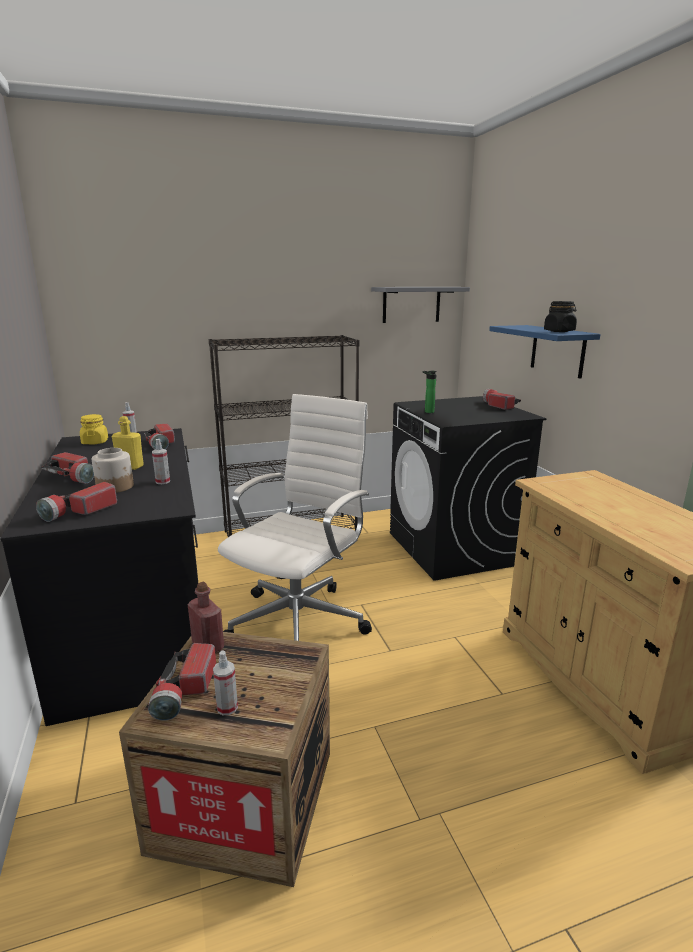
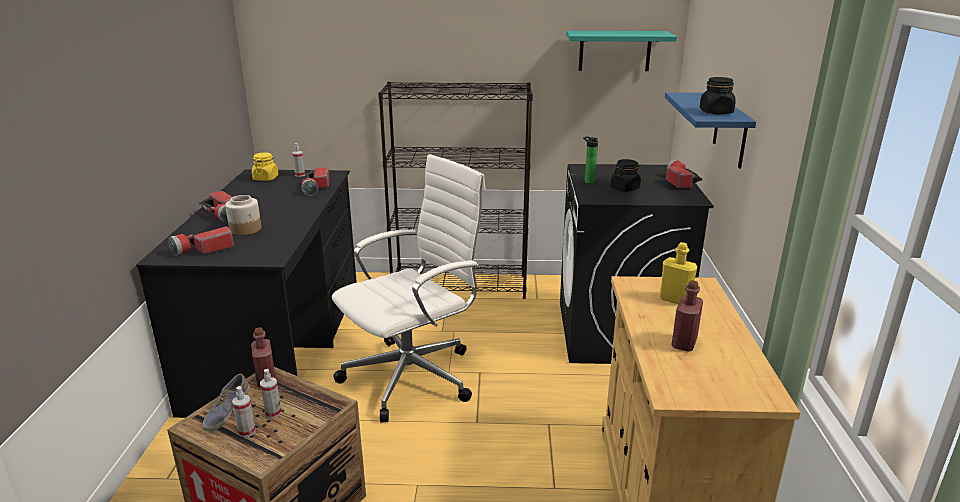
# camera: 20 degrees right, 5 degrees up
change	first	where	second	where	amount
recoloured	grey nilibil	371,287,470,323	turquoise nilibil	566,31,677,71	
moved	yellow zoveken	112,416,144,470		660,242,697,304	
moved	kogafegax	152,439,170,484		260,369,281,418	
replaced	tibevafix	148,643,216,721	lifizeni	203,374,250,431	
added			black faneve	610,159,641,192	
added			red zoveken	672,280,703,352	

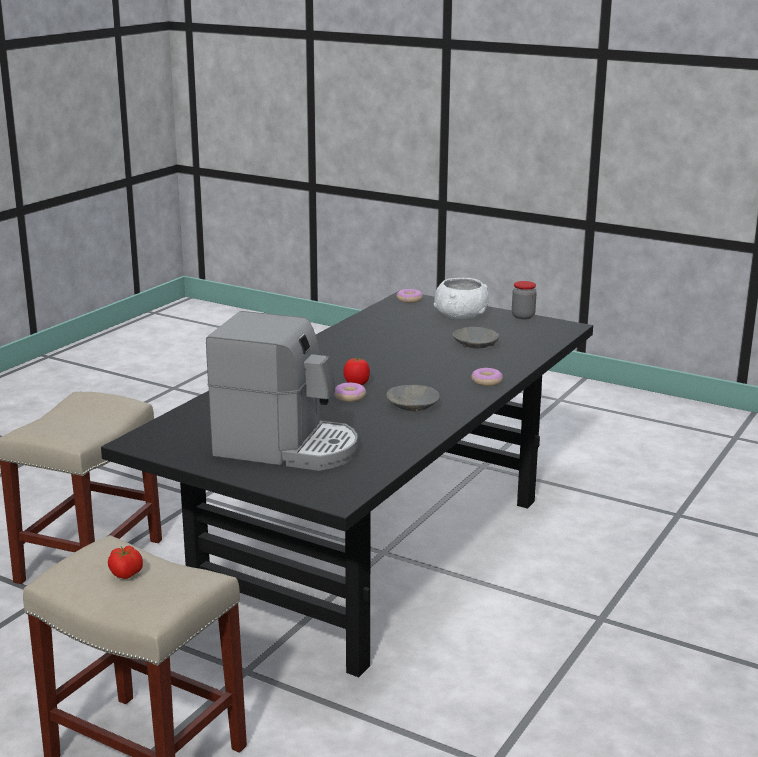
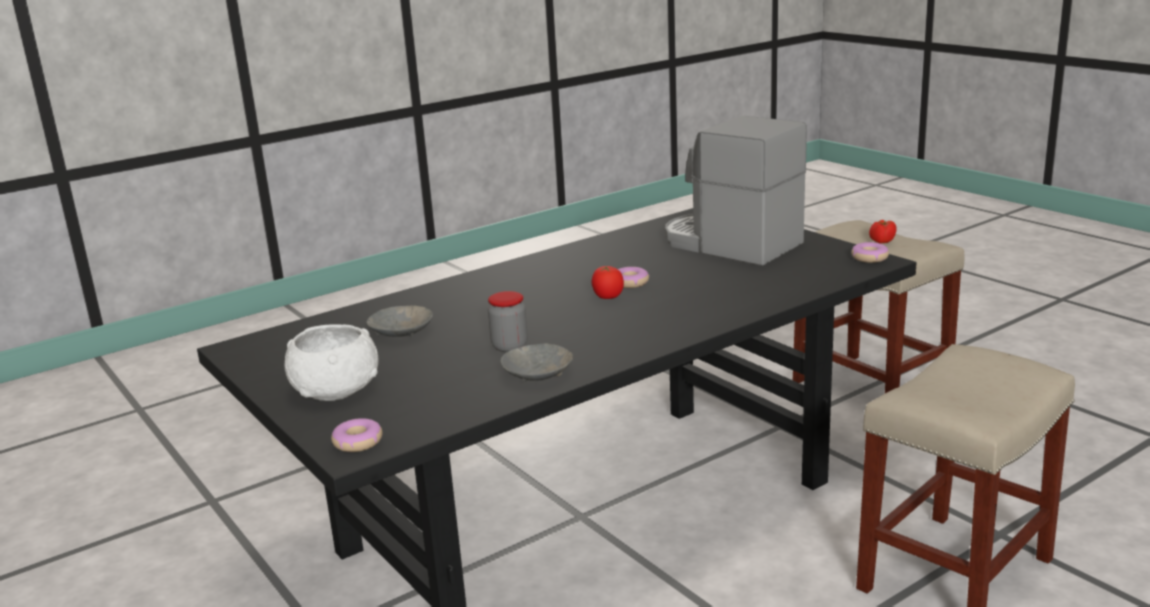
# camera: 155 degrees left, 0 degrees up
change	first	where	second	where	amount
moved	faneve	512,281,537,319		488,291,528,352	
moved	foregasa	471,368,503,386		851,242,889,263	
moved	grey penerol	386,385,439,412		501,344,573,383	

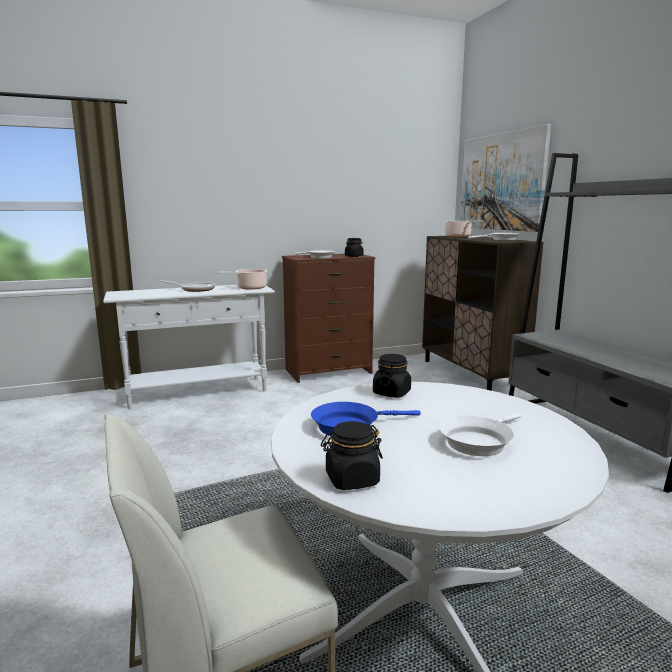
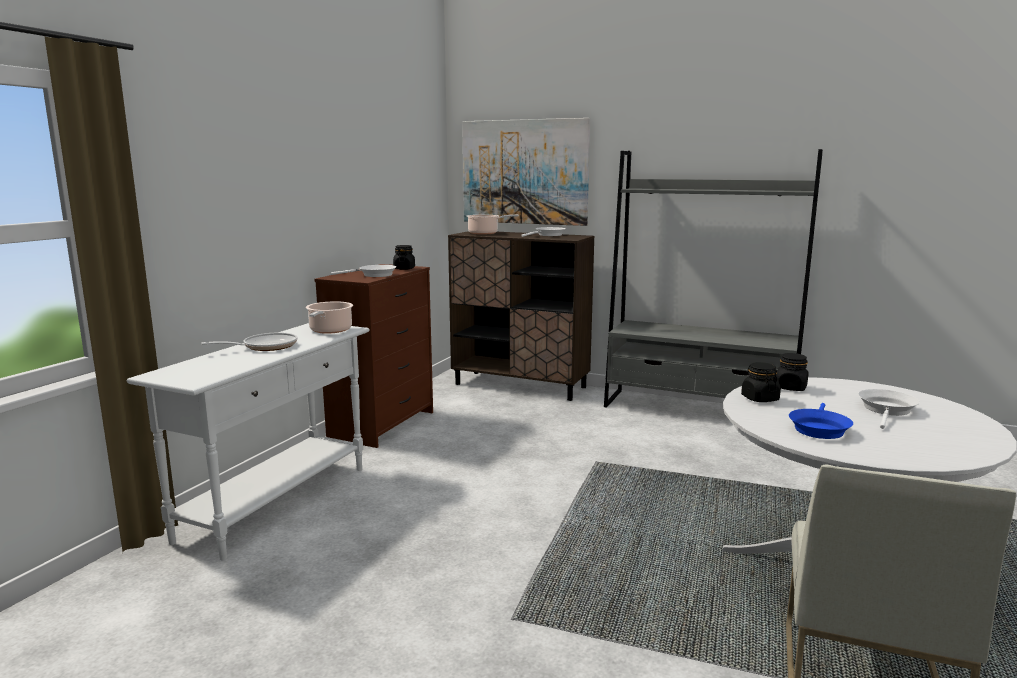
# camera: 45 degrees left, 0 degrees up
change	first	where	second	where	amount
turned	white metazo	440,413,522,456		858,389,920,429	150 degrees counterclockwise
moved	black faneve	321,421,383,490		776,353,808,391	

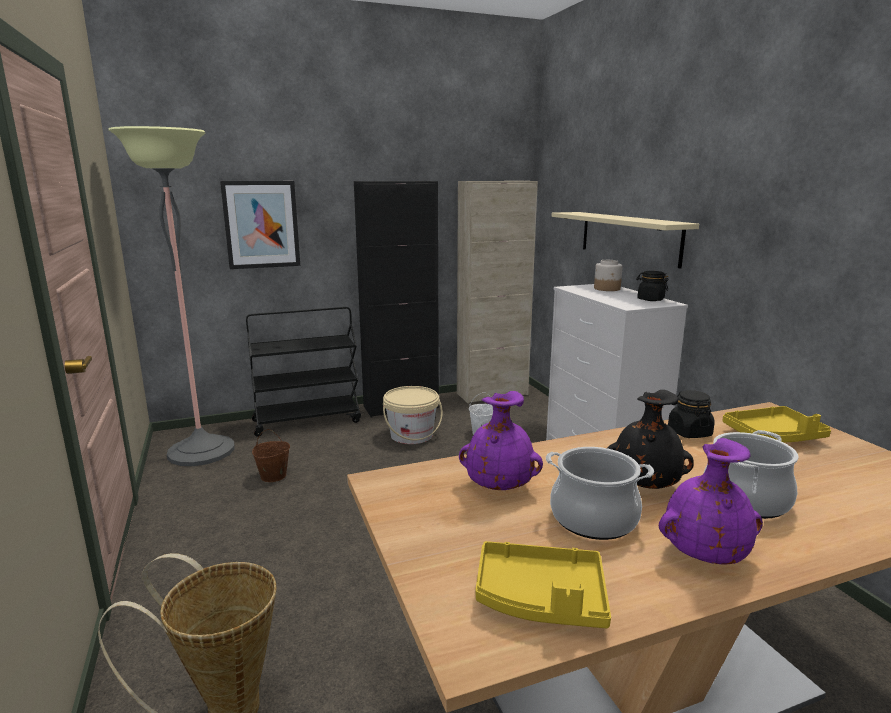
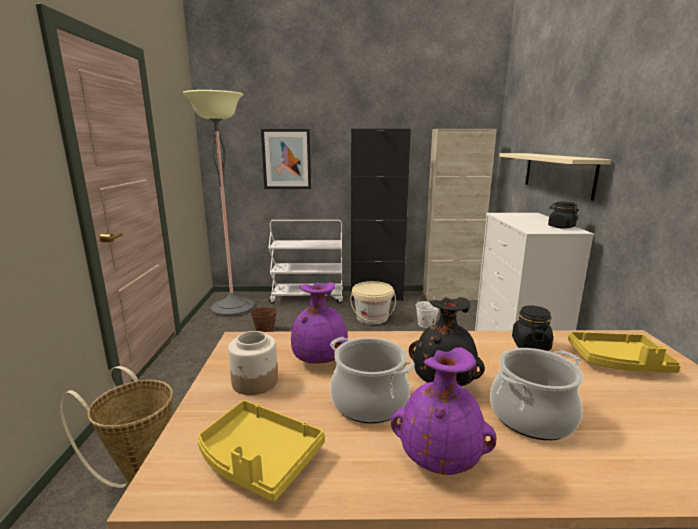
# camera: 20 degrees right, 0 degrees up
change	first	where	second	where	amount
moved	faneve	594,260,623,291		228,331,278,395	
recoloured	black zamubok	246,307,361,437	white zamubok	268,220,343,304	

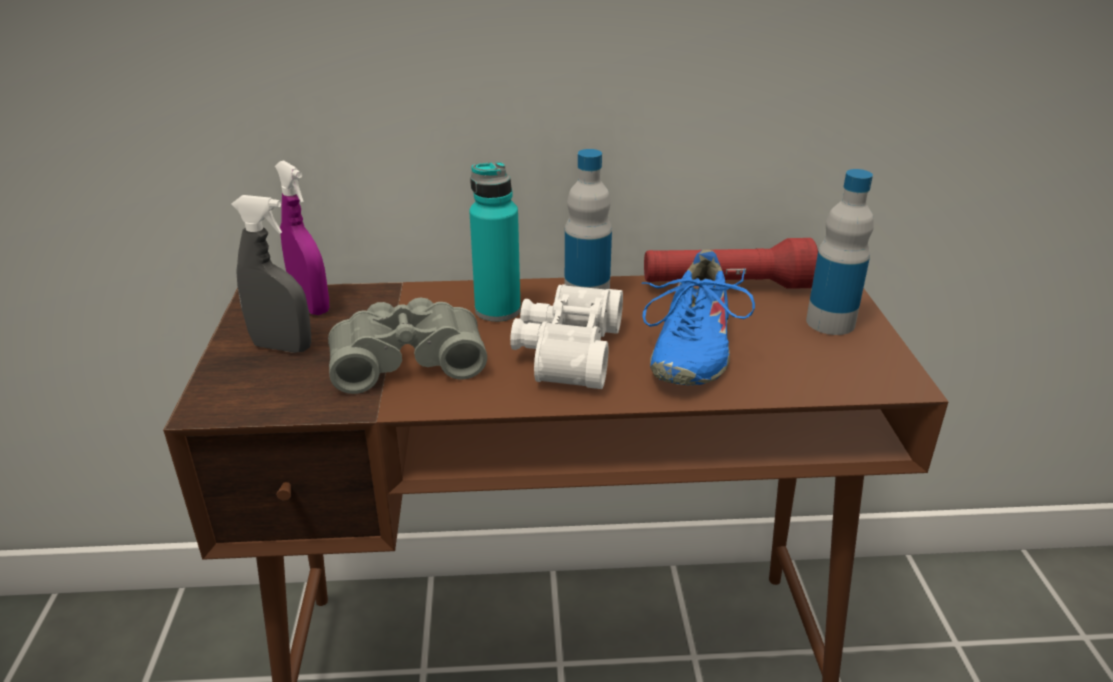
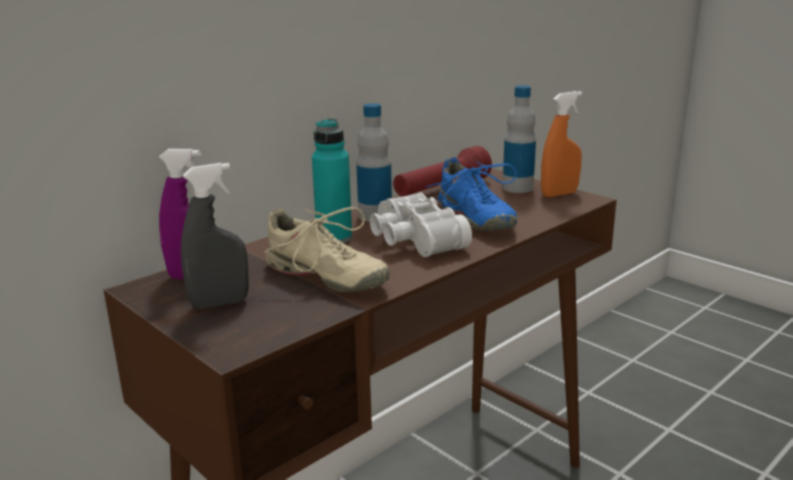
# camera: 40 degrees left, 10 degrees down
change	first	where	second	where	amount
replaced	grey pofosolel	328,298,487,394	beige lifizeni	264,207,390,293	
added			orange kogafegax	541,91,582,197	

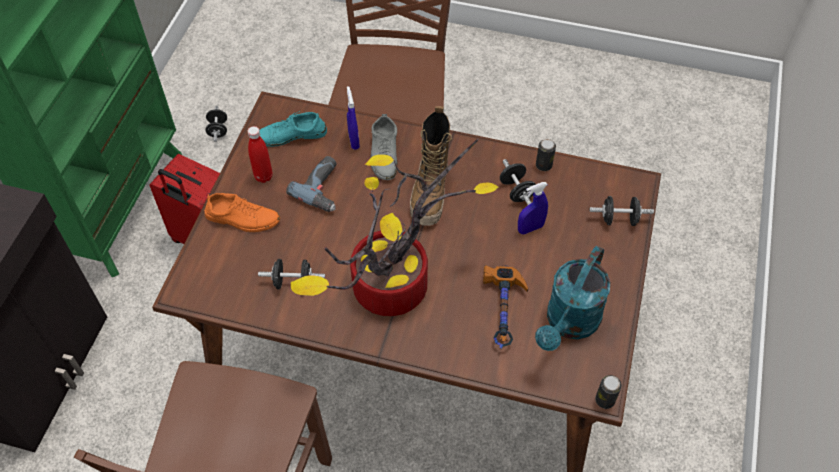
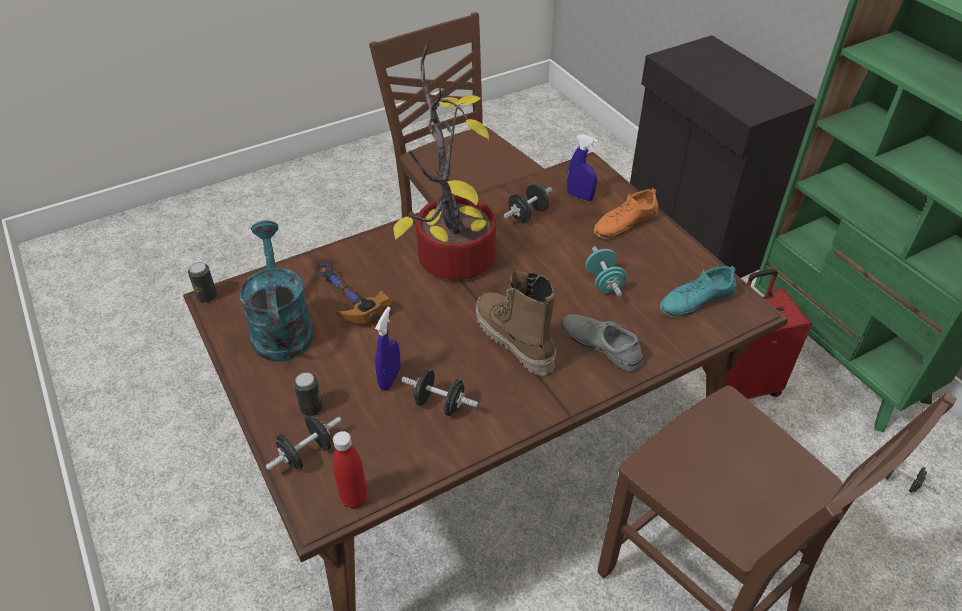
# camera: 135 degrees right, 10 degrees down
change	first	where	second	where	amount
moved	blue kogafegax	347,86,360,150		567,134,598,201	
turned	turquoise lifizeni	259,111,327,147		660,265,736,317	150 degrees counterclockwise
moved	red zoveken	248,126,273,183		333,431,367,509	
moved	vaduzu	536,139,556,171		293,372,323,416	
replaced	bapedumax	286,156,337,212	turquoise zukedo	585,246,627,297	

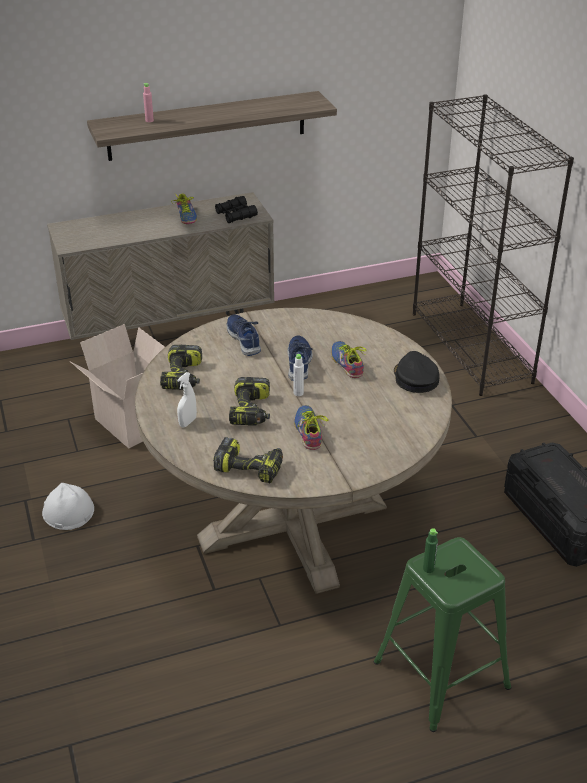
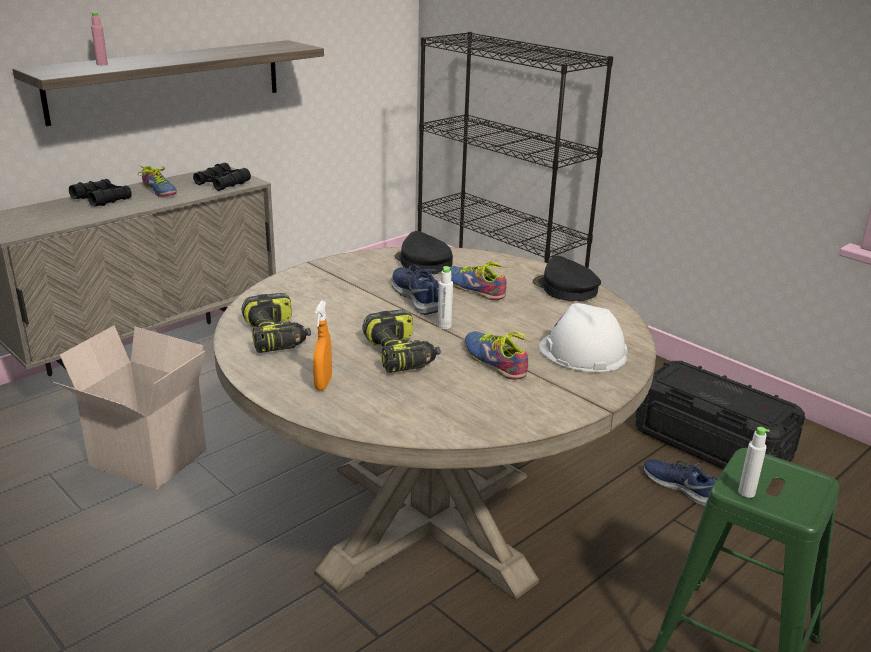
# camera: 25 degrees left, 10 degrees down
change	first	where	second	where	amount
moved	blue lifizeni	227,314,261,356		644,459,717,506	
recoloured	white kogafegax	177,372,197,428	orange kogafegax	313,301,332,391	
removed	bapedumax	213,437,283,483			
moved	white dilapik	42,483,94,530		539,303,628,372	
recoloured	green zoveken	423,528,438,573	white zoveken	738,427,769,498	
added			black pofosolel	69,179,132,206	
added			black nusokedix	395,231,453,273	

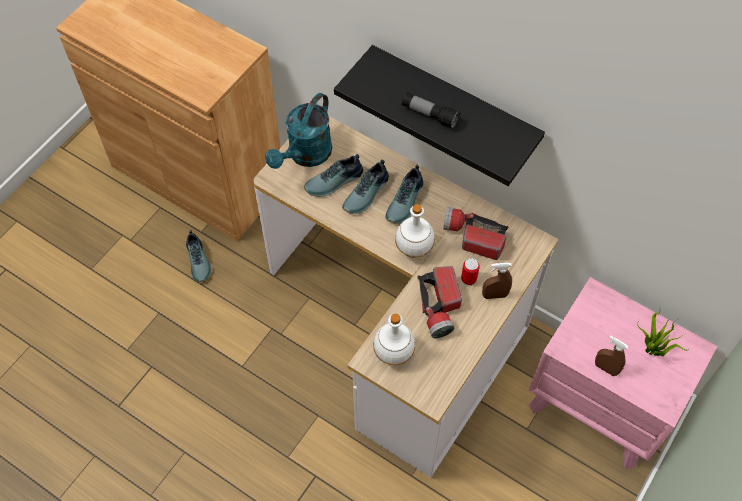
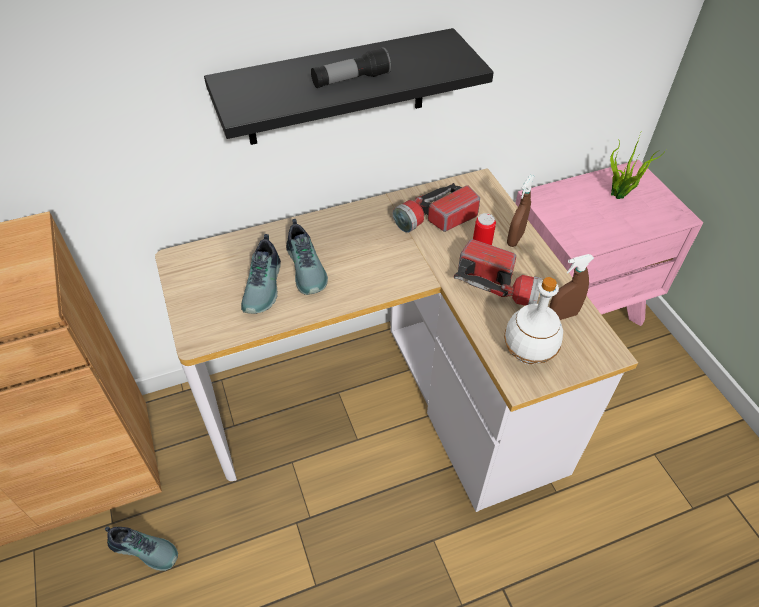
# camera: 55 degrees left, 10 degrees down
change	first	where	second	where	amount
removed	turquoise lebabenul	265,93,332,169			
removed	lifizeni	385,165,423,223			
removed	white zoveken	395,204,434,258			
moved	brown kogafegax	595,336,629,376		549,254,594,320	

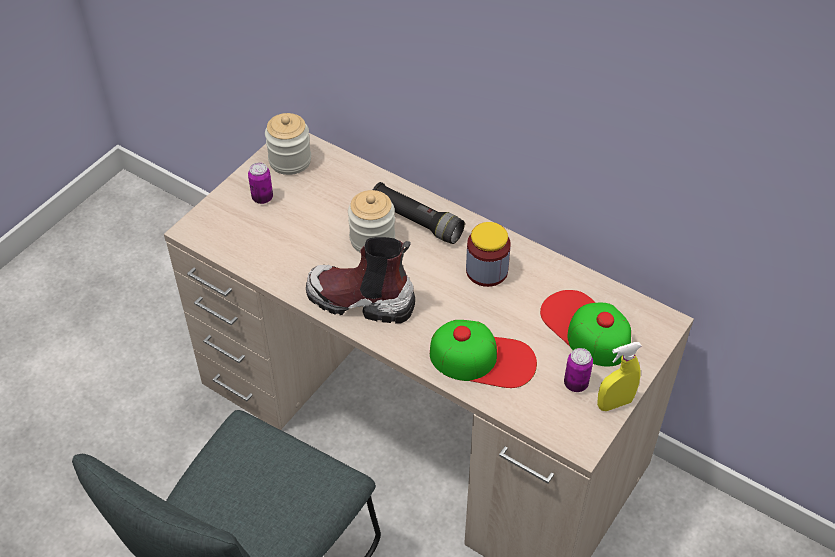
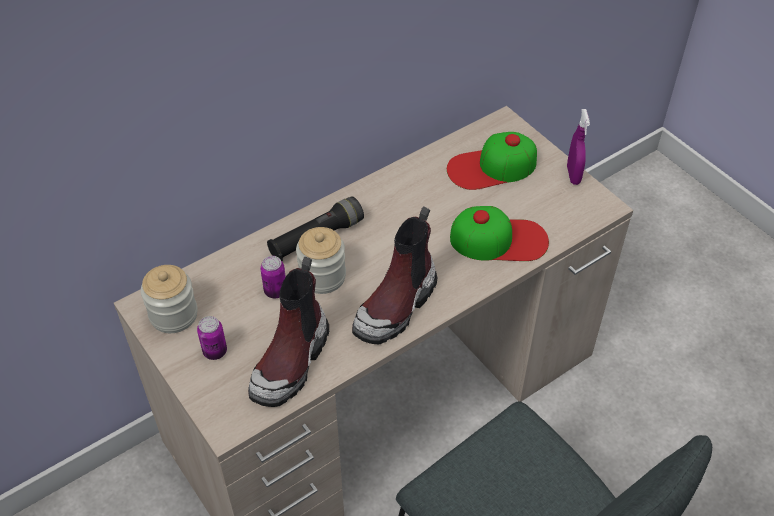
# camera: 70 degrees left, 0 degrees up
change	first	where	second	where	amount
removed	faneve	466,222,511,287			
turned	nusokedix	430,320,537,388		450,206,549,261	60 degrees clockwise
recoloured	yellow kogafegax	597,342,641,411	purple kogafegax	567,109,590,185	
moved	vaduzu	564,348,593,392		260,256,286,298	
added			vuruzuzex	248,257,329,407	

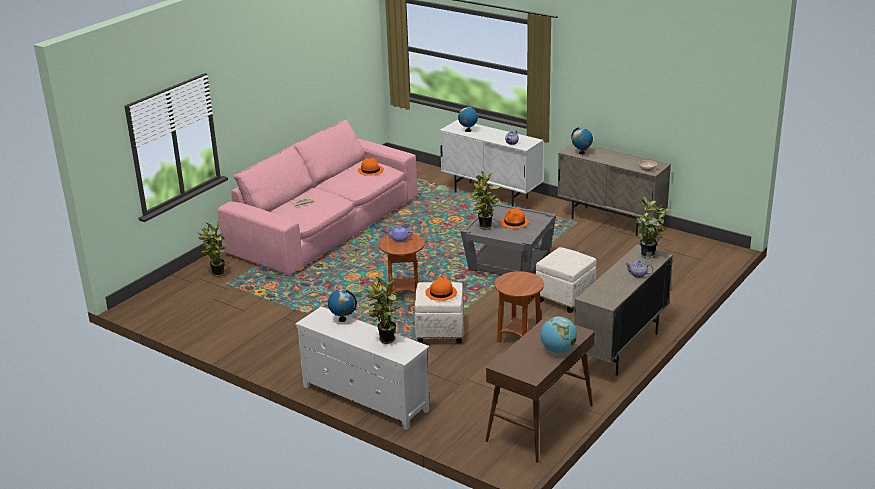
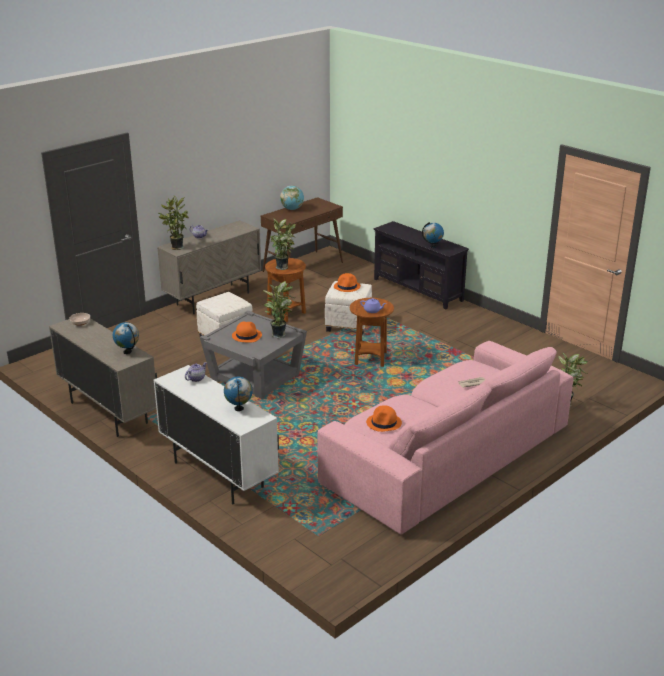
# camera: 170 degrees left, 0 degrees up
change	first	where	second	where	amount
moved	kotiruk	364,274,401,344		270,218,295,270	
recoloured	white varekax	295,306,429,430	black varekax	374,221,469,310	

